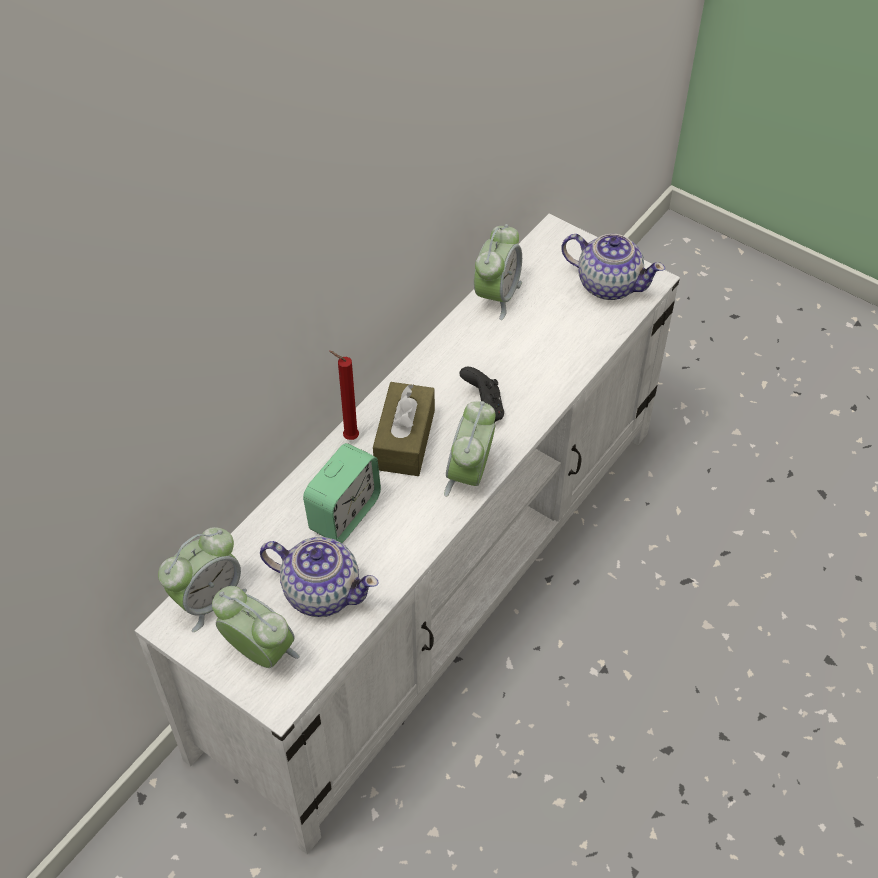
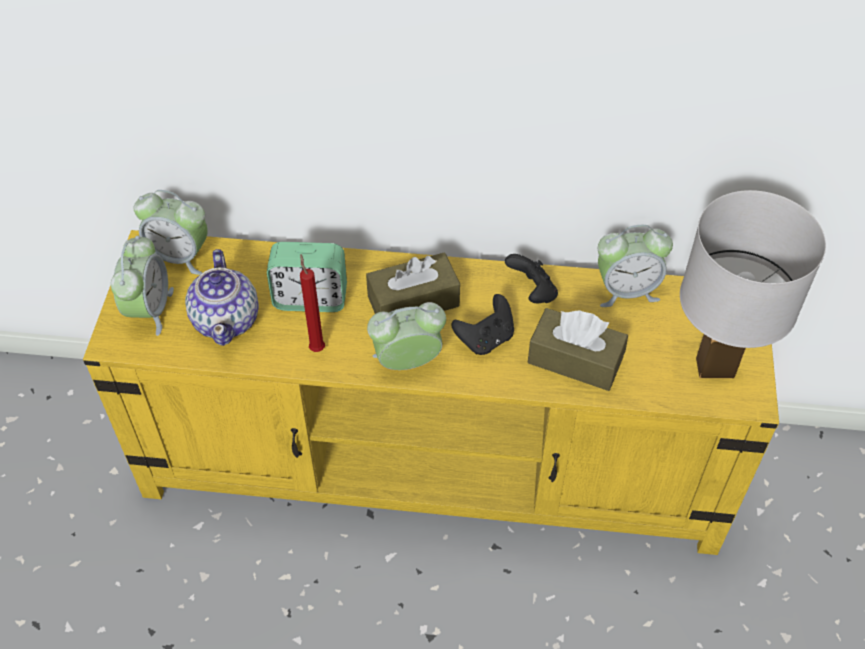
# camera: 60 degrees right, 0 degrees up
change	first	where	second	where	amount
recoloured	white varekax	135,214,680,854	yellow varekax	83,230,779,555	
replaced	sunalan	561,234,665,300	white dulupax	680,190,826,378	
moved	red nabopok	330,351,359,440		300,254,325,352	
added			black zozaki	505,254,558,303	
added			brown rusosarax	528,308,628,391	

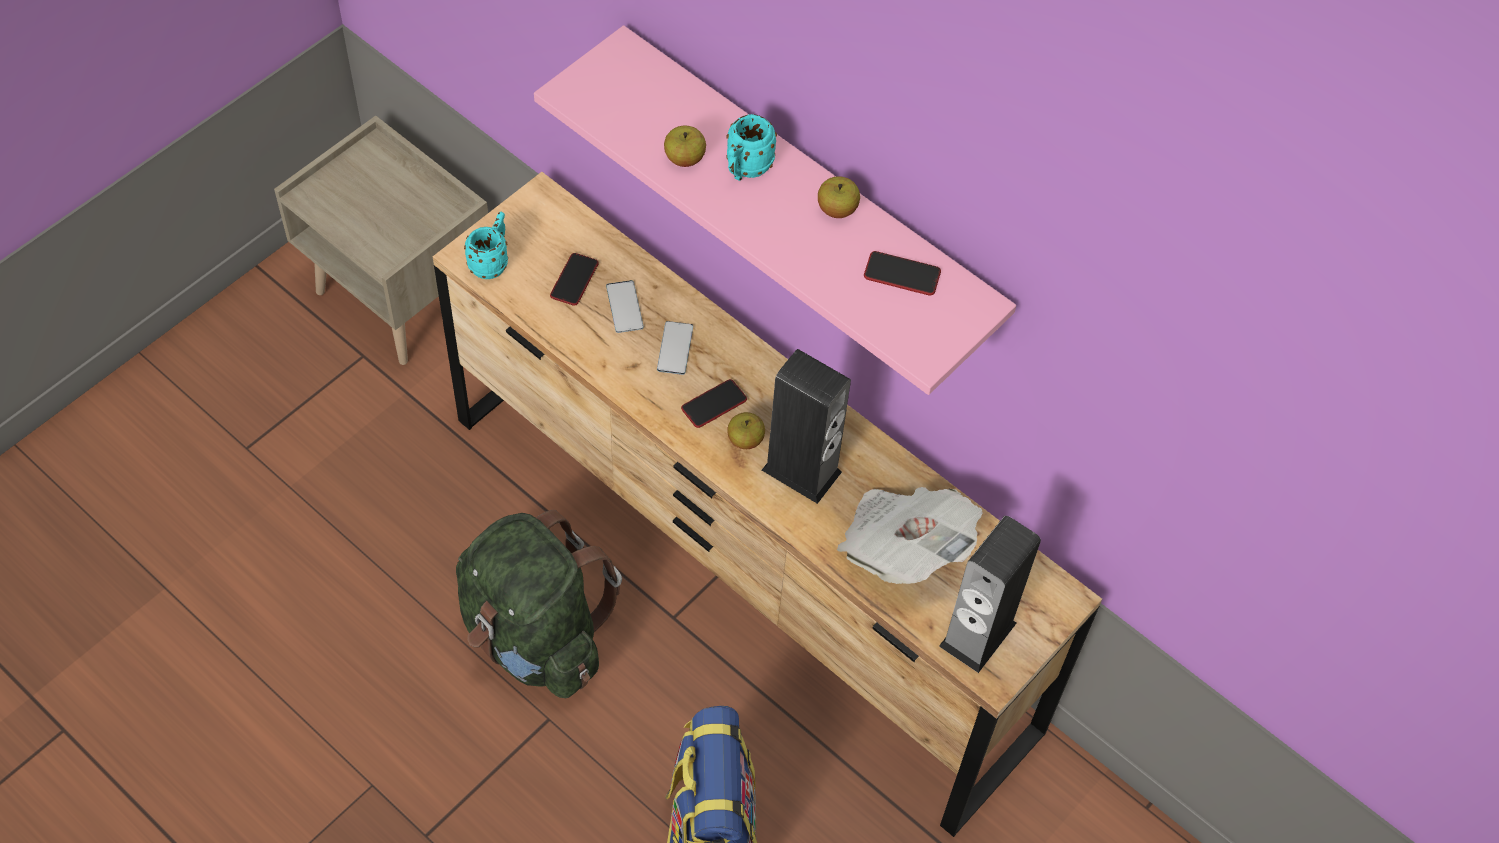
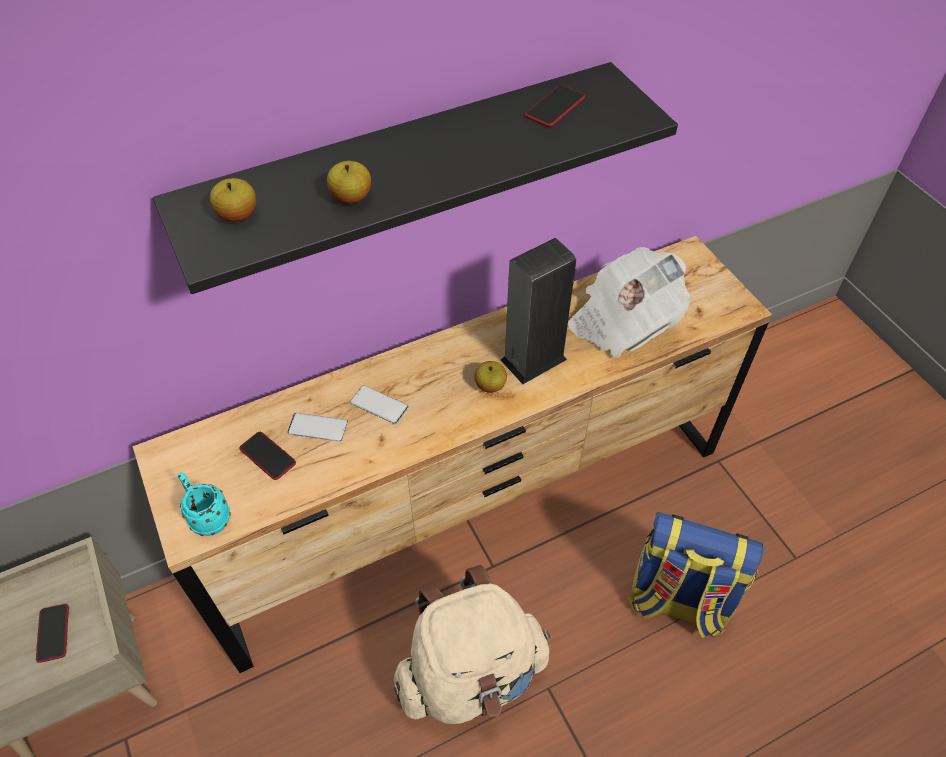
# camera: 65 degrees left, 5 degrees down
change	first	where	second	where	amount
recoloured	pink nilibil	534,25,1016,395	black nilibil	153,62,678,294	
removed	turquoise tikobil	726,114,777,181			
moved	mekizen	818,176,860,218		210,178,256,222	
moved	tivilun	681,379,747,428		36,604,69,663	
recoloured	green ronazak	456,510,622,698	beige ronazak	394,565,551,724	
removed	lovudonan	939,516,1041,673			

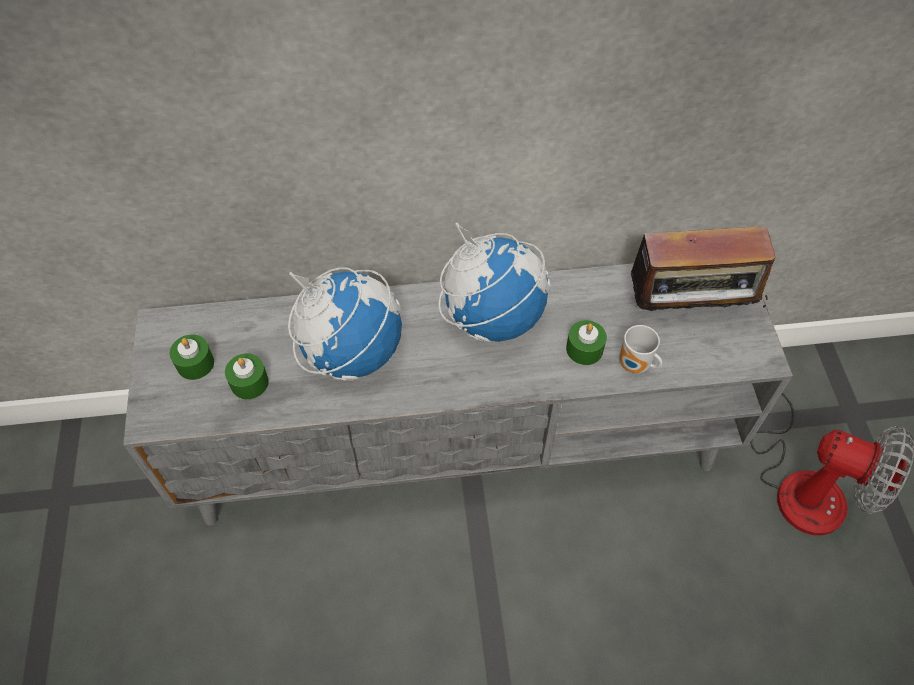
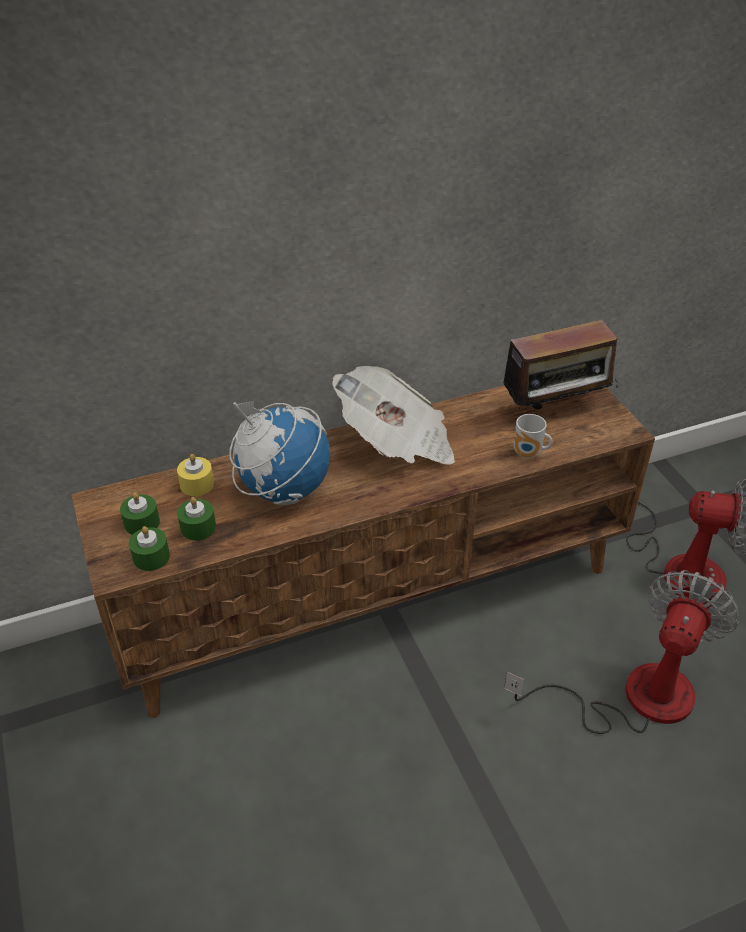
# camera: 15 degrees left, 15 degrees down
change	first	where	second	where	amount
replaced	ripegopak	439,223,551,343	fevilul	332,366,455,465	
recoloured	grey varekax	123,263,793,526	brown varekax	71,386,655,718	
moved	green nabopok	566,320,607,365		129,526,170,571	
added			yellow nabopok	177,454,214,496	
added			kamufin	504,570,739,734	

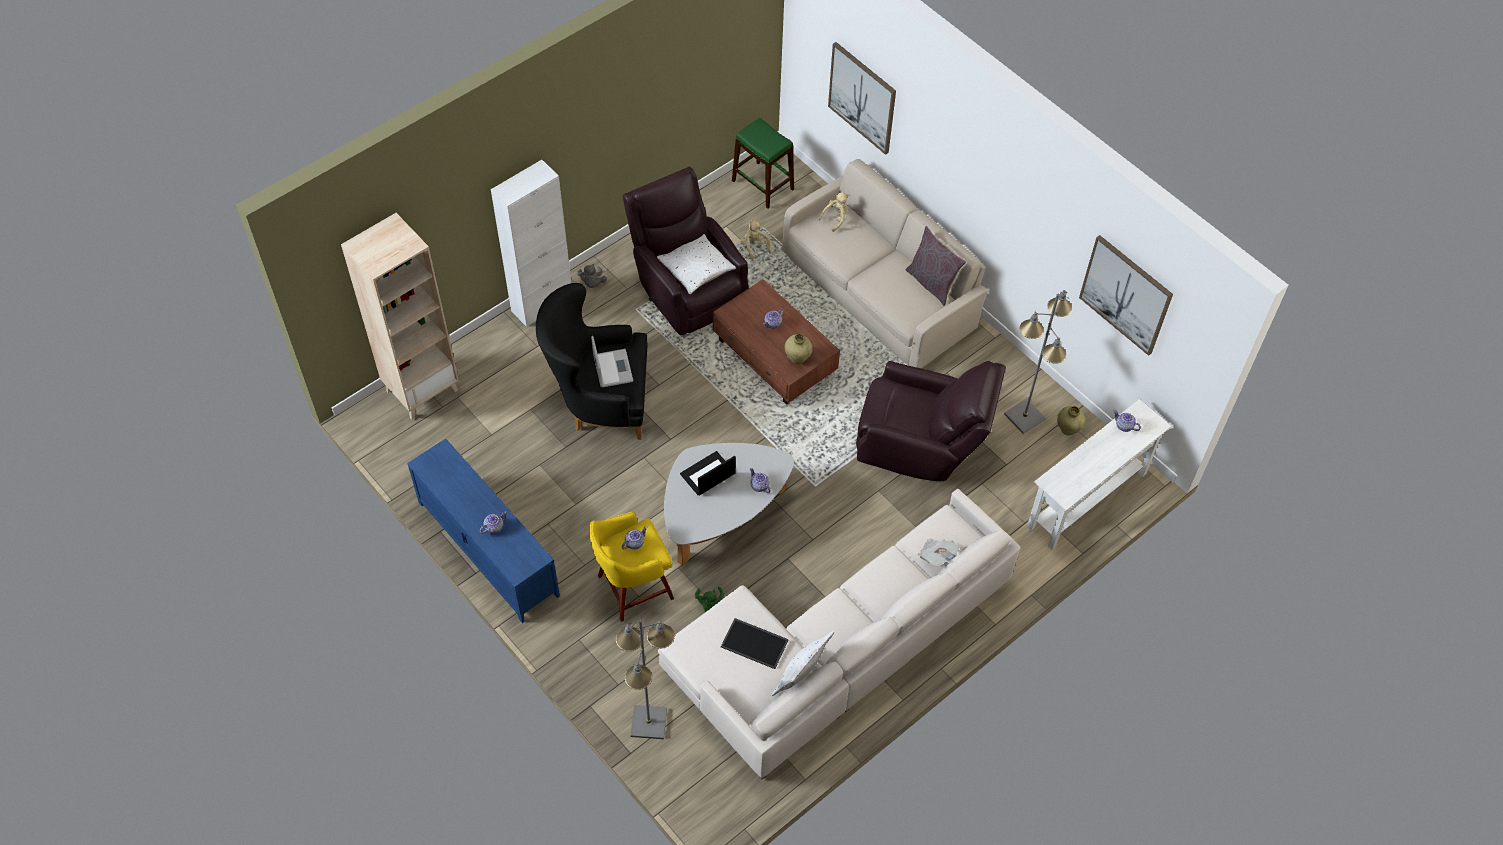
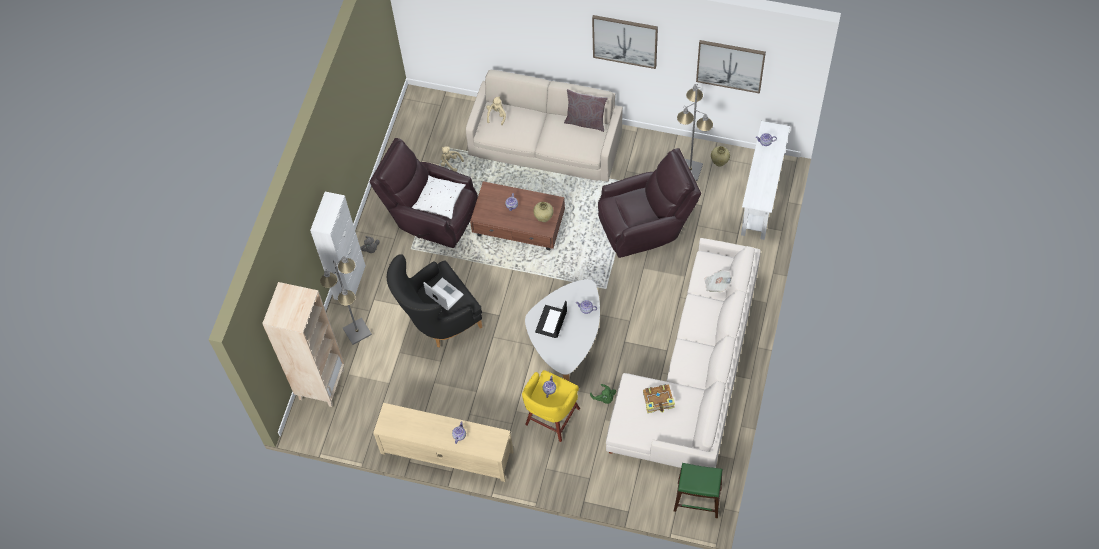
# camera: 30 degrees left, 5 degrees up
change	first	where	second	where	amount
moved	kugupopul	828,42,896,155		592,15,658,69	
moved	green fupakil	732,118,794,209		674,463,722,518	
recoloured	blue varekax	407,438,560,623	beige varekax	373,403,514,482	
replaced	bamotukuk	721,618,789,669	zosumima	643,384,675,413	
moved	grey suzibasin	616,620,675,739		320,256,372,345	
removed	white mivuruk	771,631,834,696			

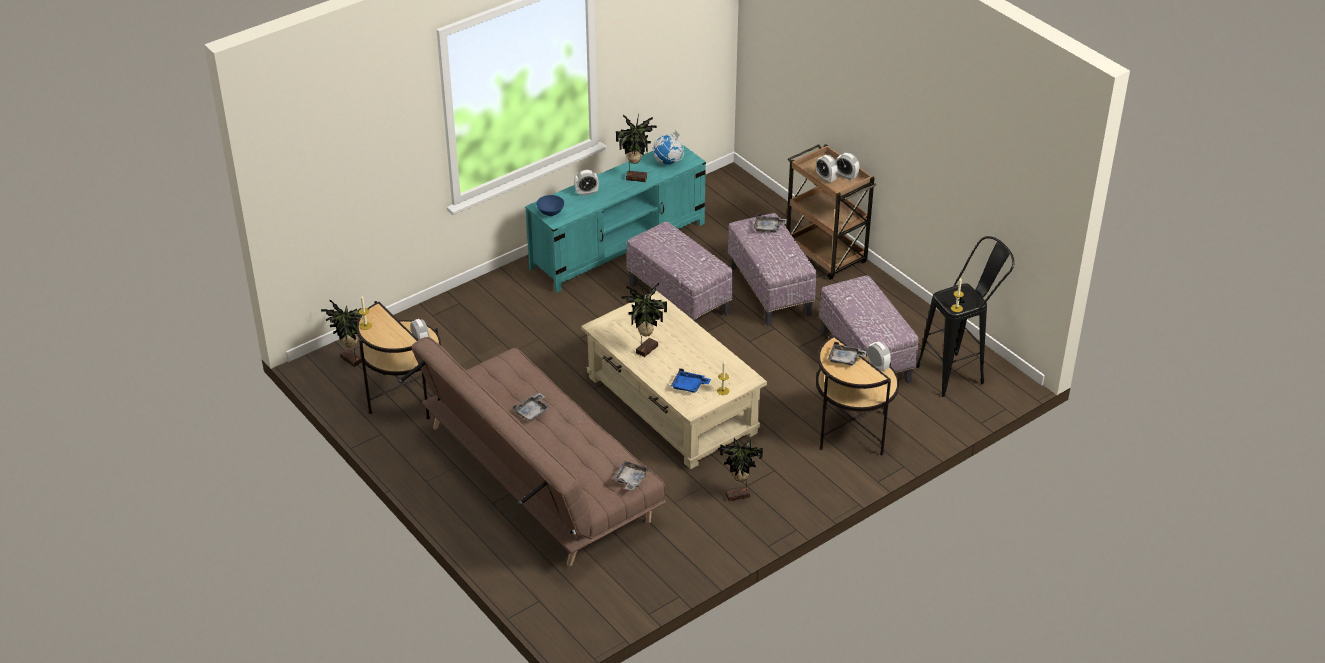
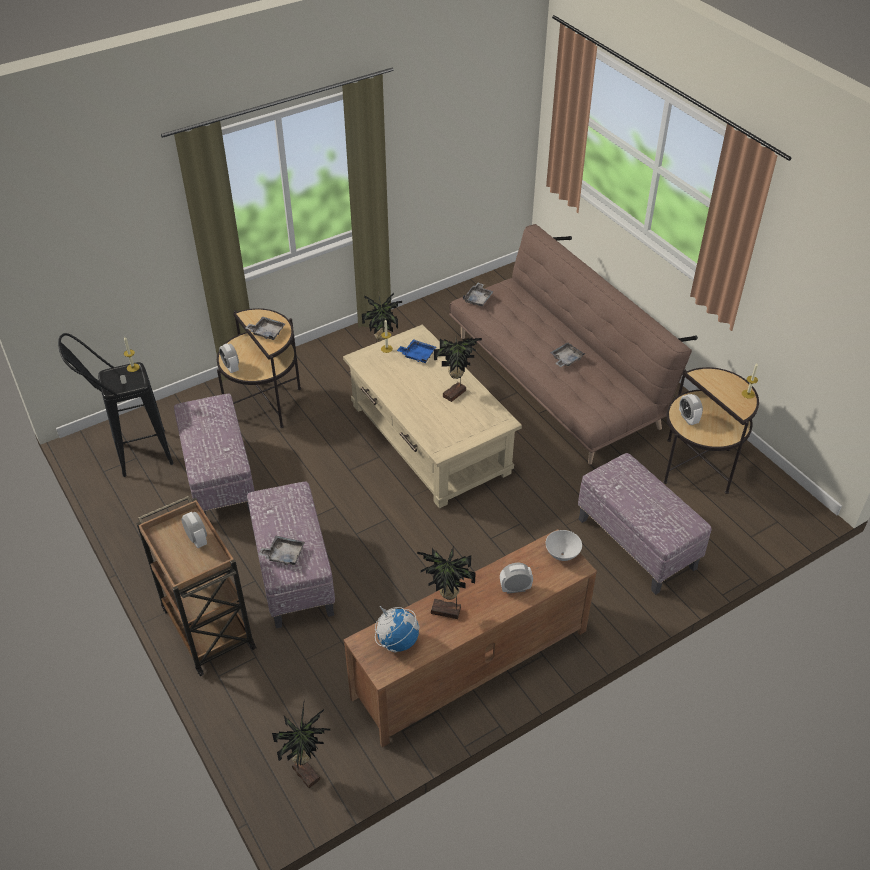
# camera: 175 degrees left, 5 degrees up
change	first	where	second	where	amount
recoloured	turquoise varekax	525,145,706,293	brown varekax	344,529,597,747	
removed	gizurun	836,153,859,180			
recoloured	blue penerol	536,195,564,216	white penerol	546,530,582,561	
moved	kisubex	627,222,733,323		578,453,712,595	
moved	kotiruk	321,299,362,367		272,703,330,788	

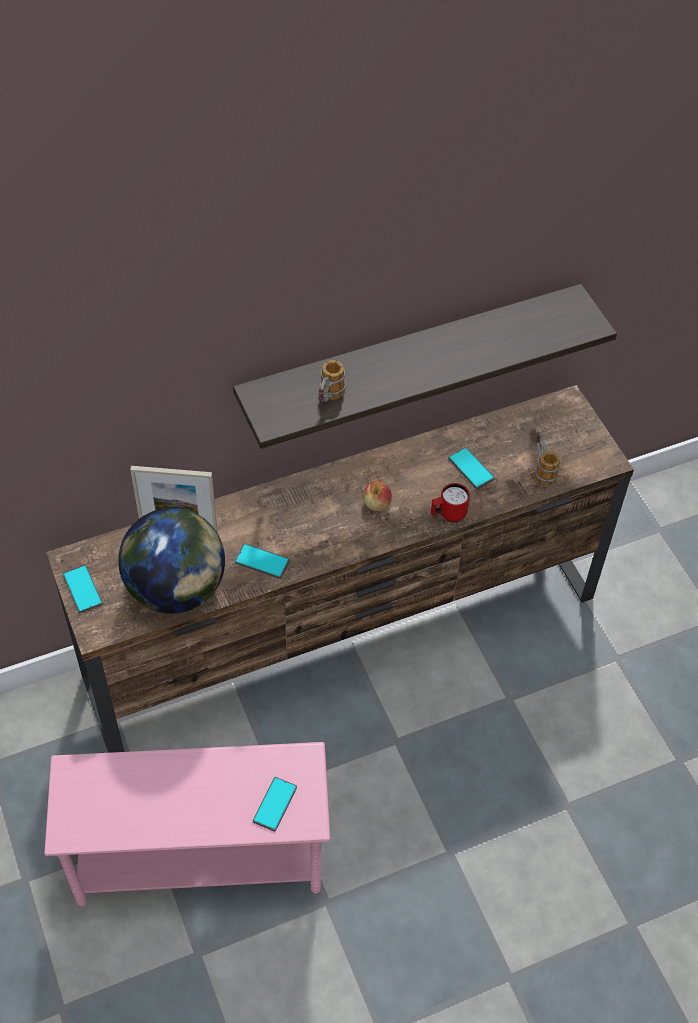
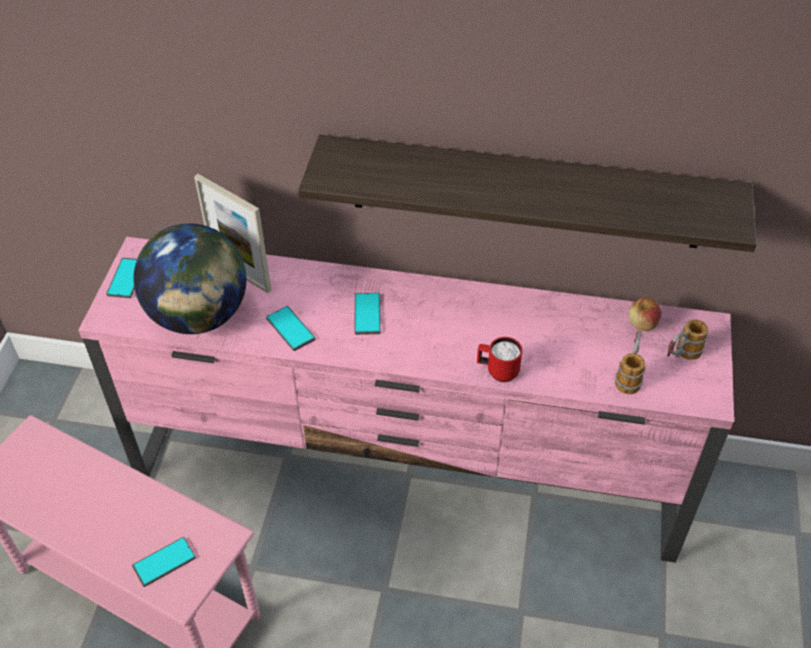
# camera: 35 degrees right, 5 degrees down
change	first	where	second	where	amount
moved	tikobil	319,360,346,404		667,319,708,360	
recoloured	brown varekax	46,385,634,753	pink varekax	78,237,734,563	
moved	tivilun	448,447,495,489		355,293,381,335	
moved	mekizen	363,481,392,511		629,298,661,331	

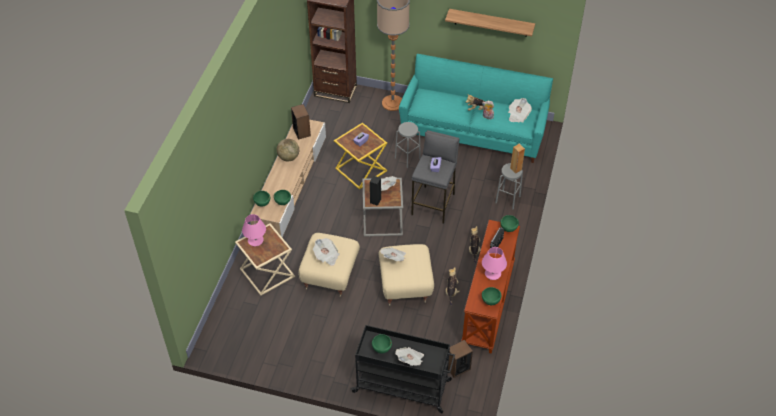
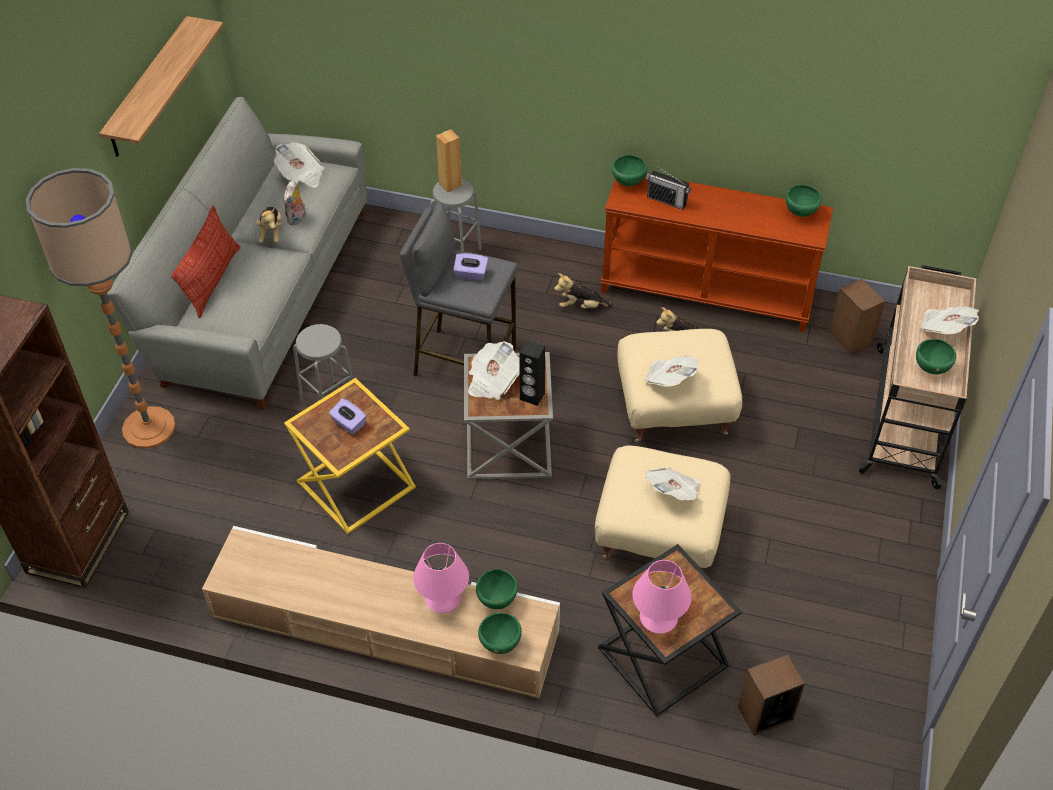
# camera: 90 degrees left, 0 degrees up
change	first	where	second	where	amount
recoloured	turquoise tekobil	399,54,553,163	grey tekobil	107,97,367,410	
moved	lovudonan	291,104,311,140		738,654,805,736	
removed	ripegopak	277,139,299,161			
recoloured	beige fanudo	235,223,295,296	black fanudo	598,544,742,716	
moved	pink dulupax	482,247,507,280		413,543,469,613	
recoloured	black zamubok	351,325,455,413	beige zamubok	859,265,976,489	
added			mivuruk	171,206,240,318	

